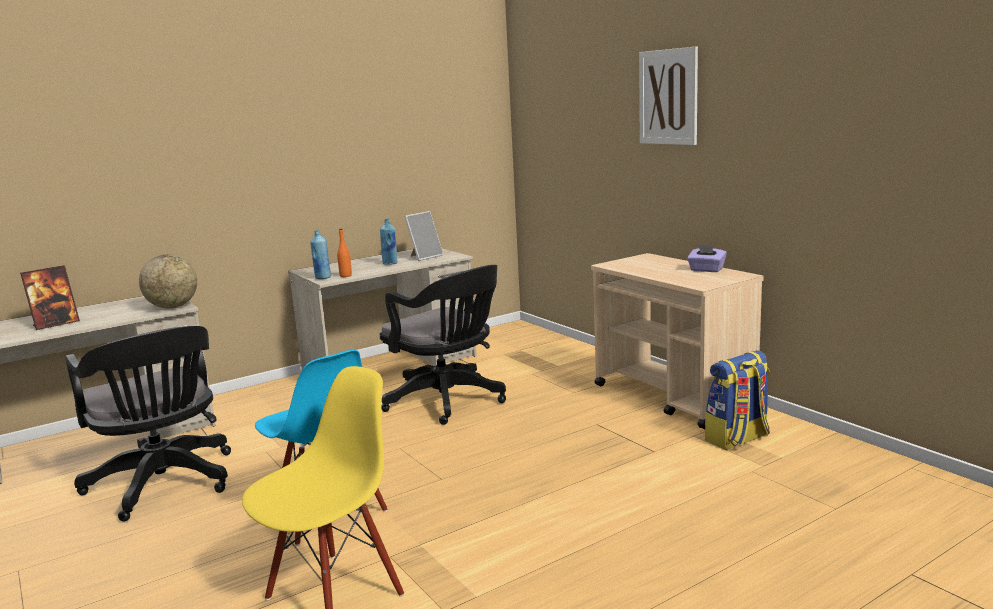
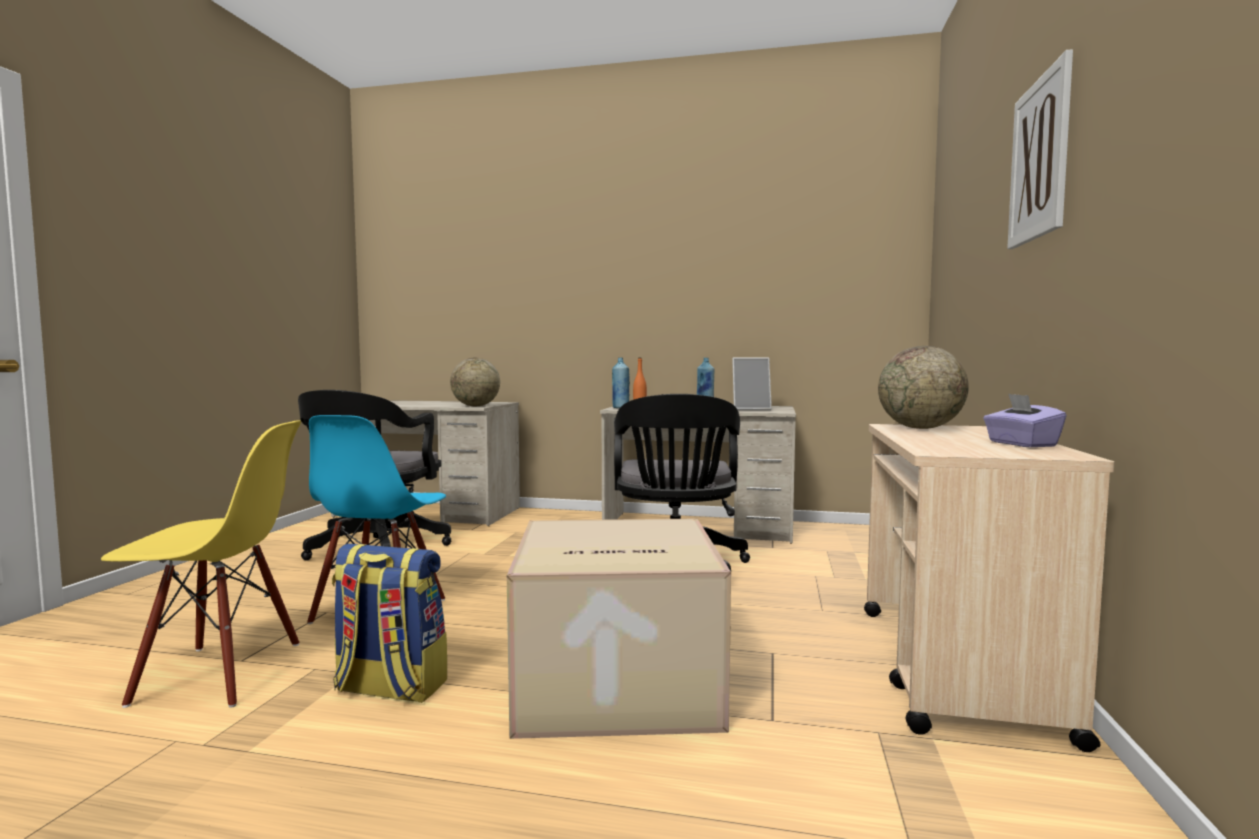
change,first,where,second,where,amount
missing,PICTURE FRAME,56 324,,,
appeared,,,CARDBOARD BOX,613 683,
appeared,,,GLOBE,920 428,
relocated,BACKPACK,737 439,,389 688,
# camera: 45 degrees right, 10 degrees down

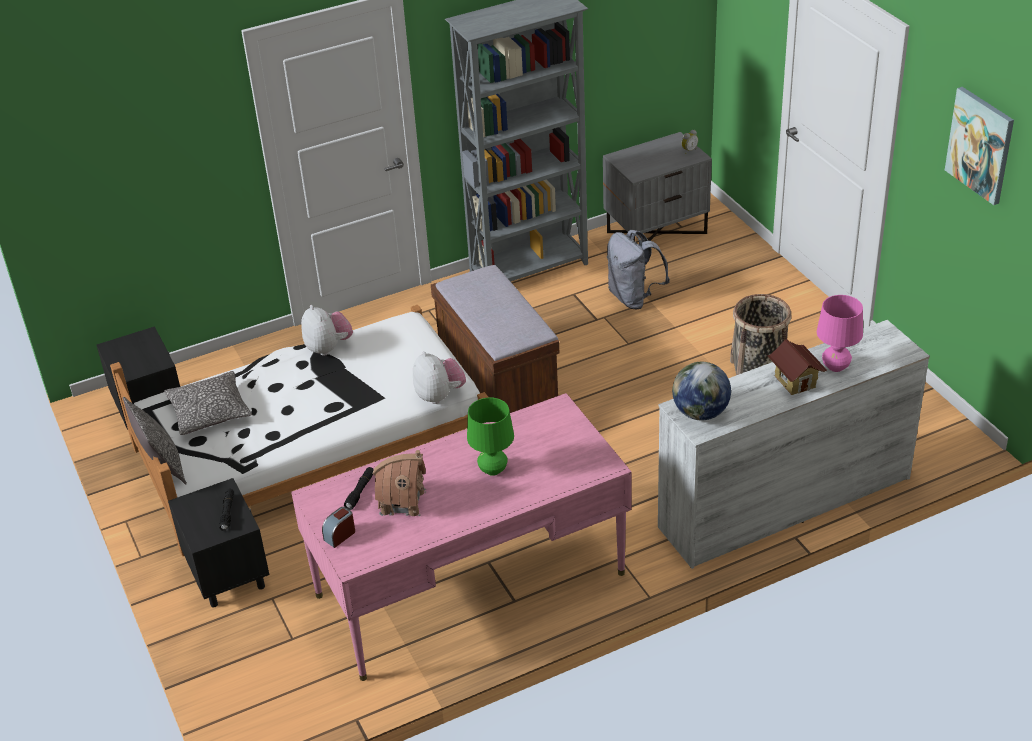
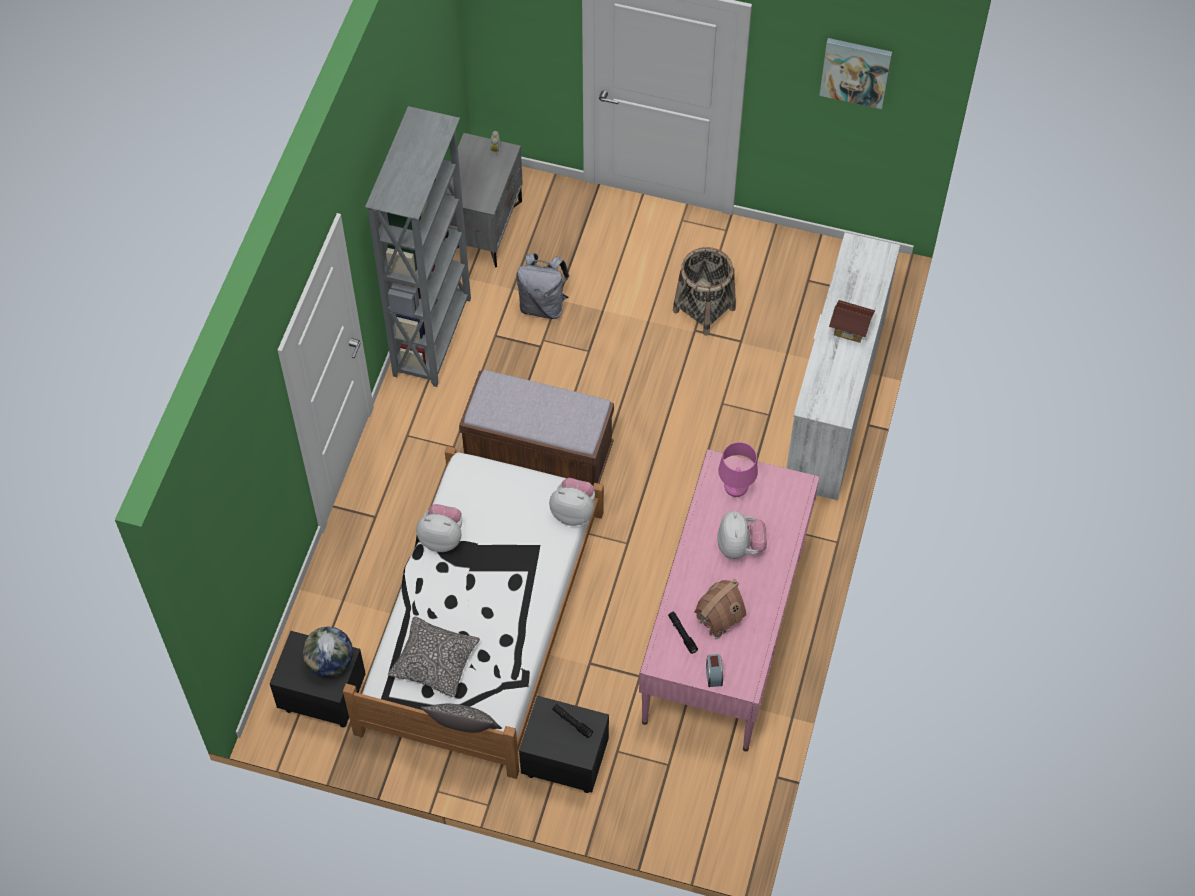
change,first,where,second,where,amount
relocated,GLOBE,700 413,,330 662,
relocated,PINK TABLE LAMP,836 367,,736 490,
exchanged,GREEN TABLE LAMP,493 470,PLUSH TOY,740 547,
# camera: 50 degrees left, 20 degrees up

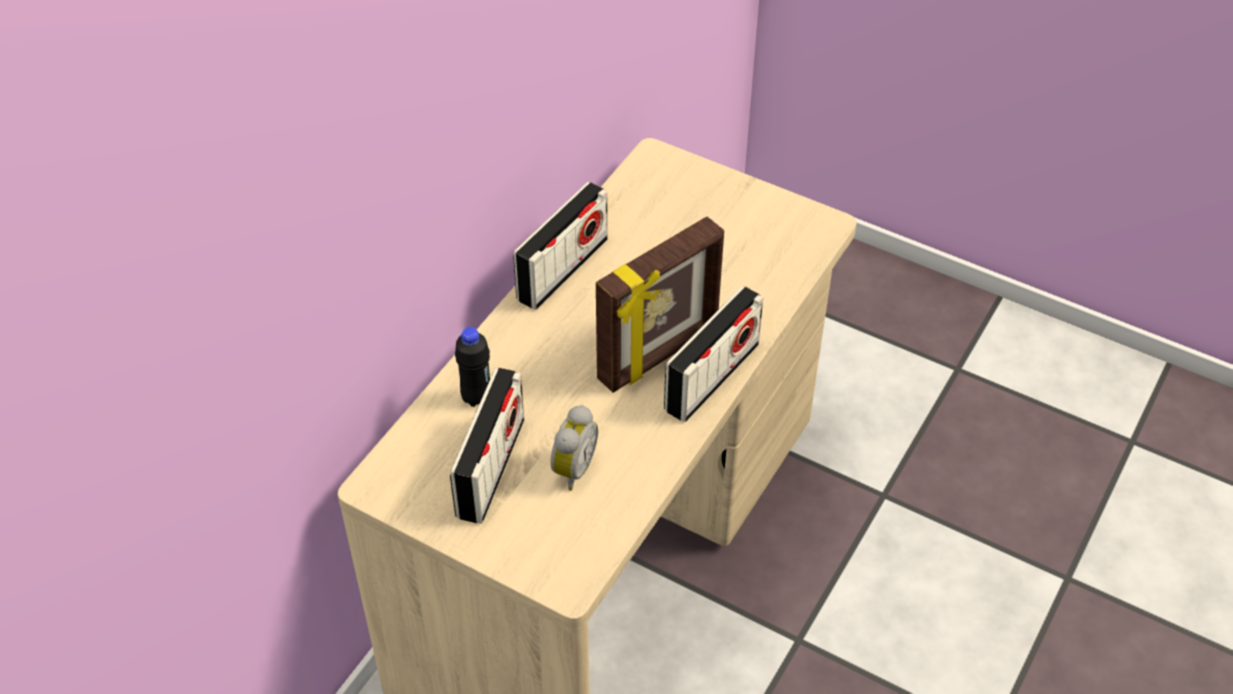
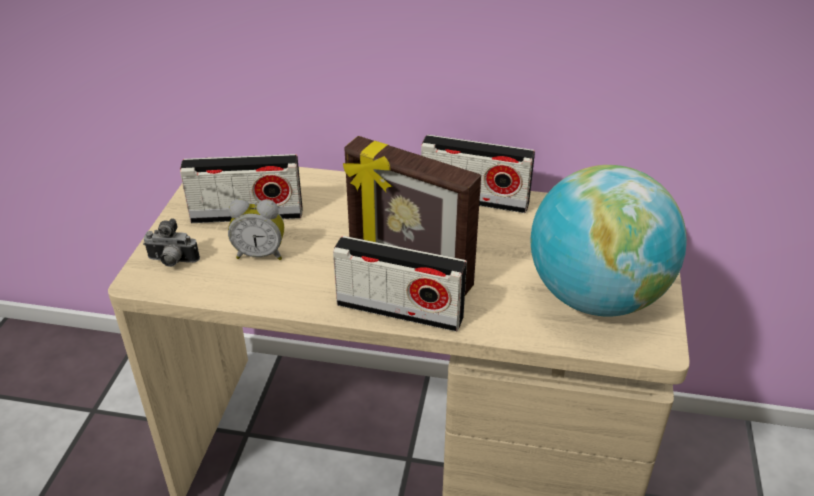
change,first,where,second,where,amount
missing,BLACK BOTTLE,477 397,,,
appeared,,,PHOTO CAMERA,172 262,
appeared,,,GLOBE,595 297,
# camera: 70 degrees right, 10 degrees down

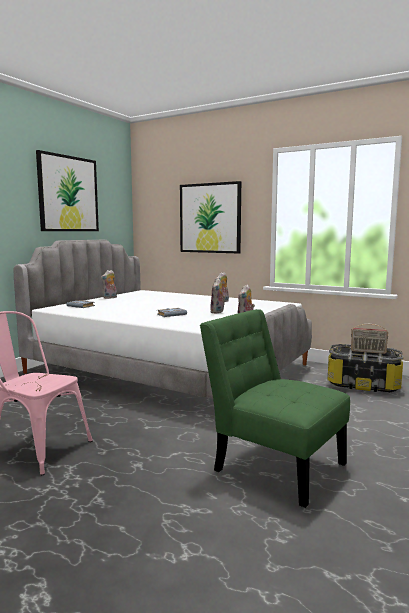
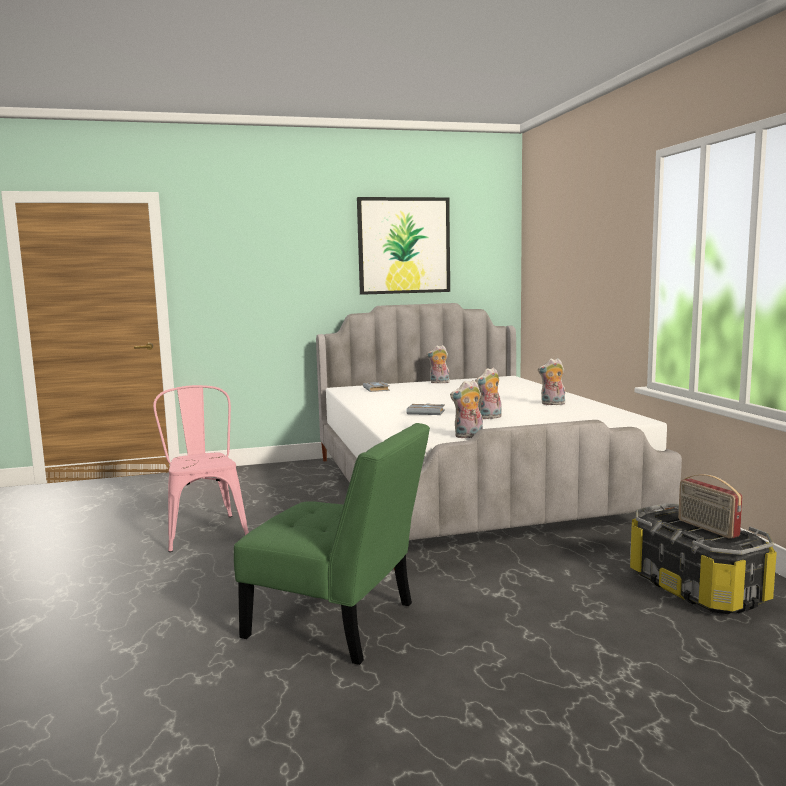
change,first,where,second,where,amount
missing,PICTURE,210 218,,,
spun,GREEN CHAIR,274 464,,338 623,120 degrees clockwise
# camera: 45 degrees right, 0 degrees up

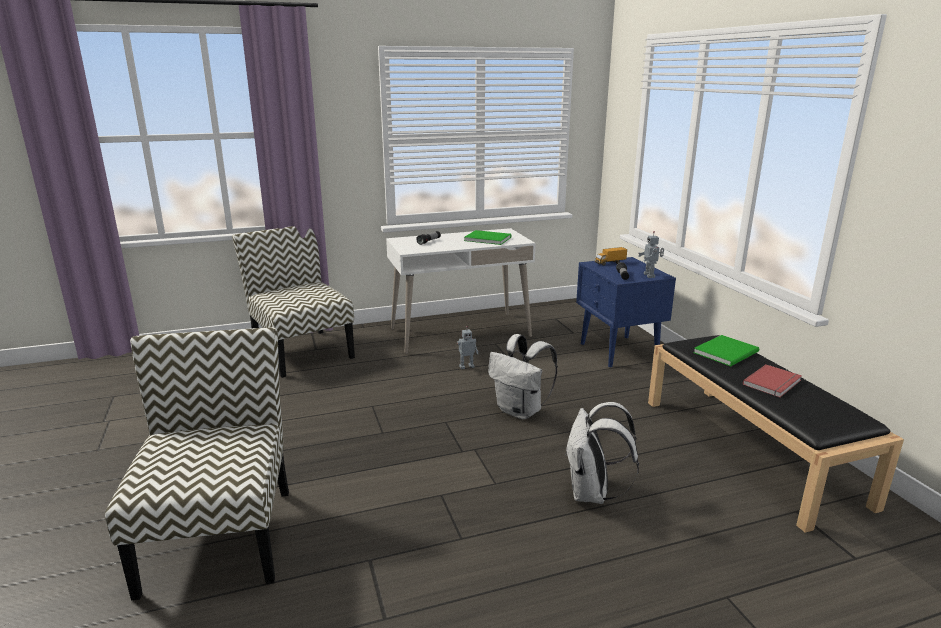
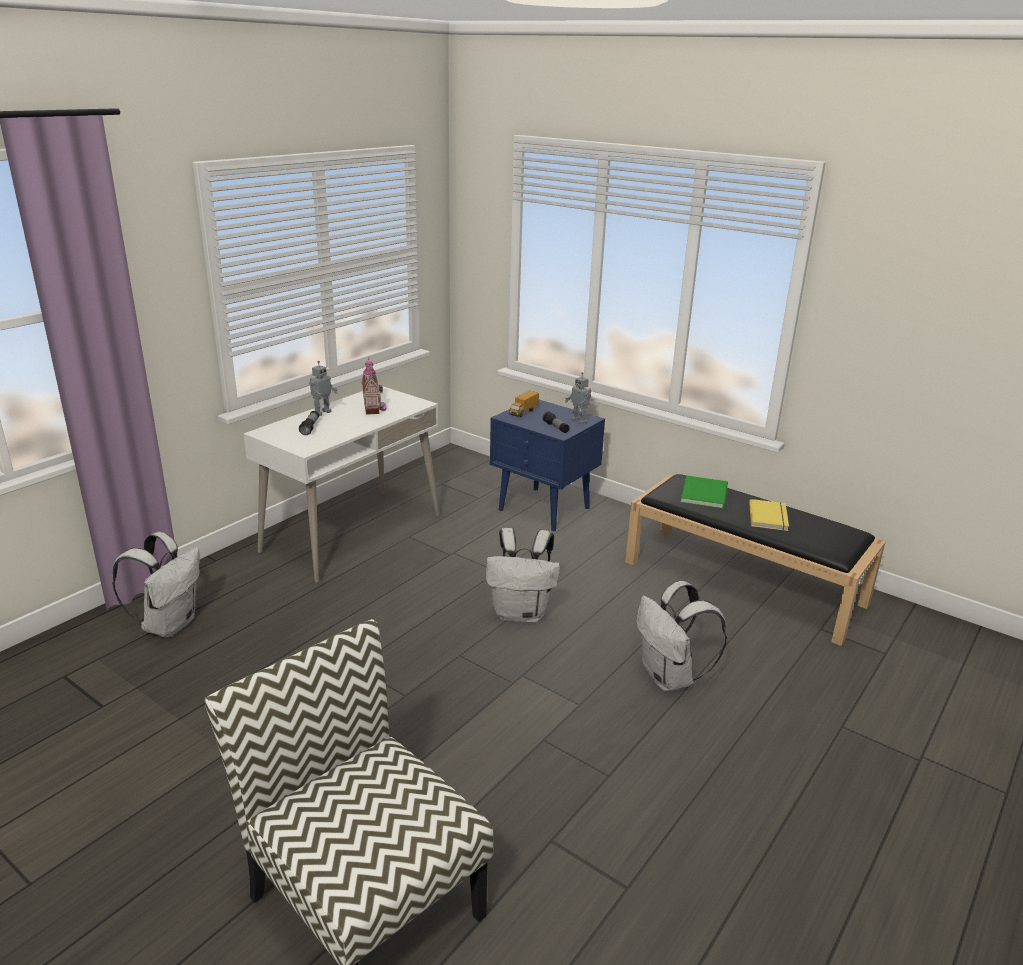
change,first,where,second,where,amount
relocated,TOY ROBOT,466 366,,321 412,
exchanged,CHAIR,301 352,WHITE BACKPACK,169 624,
exchanged,GREEN BOOK,487 238,TOY HOUSE,375 408,
colour,RED BOOK,773 383,YELLOW BOOK,769 517,
# camera: 35 degrees left, 5 degrees up

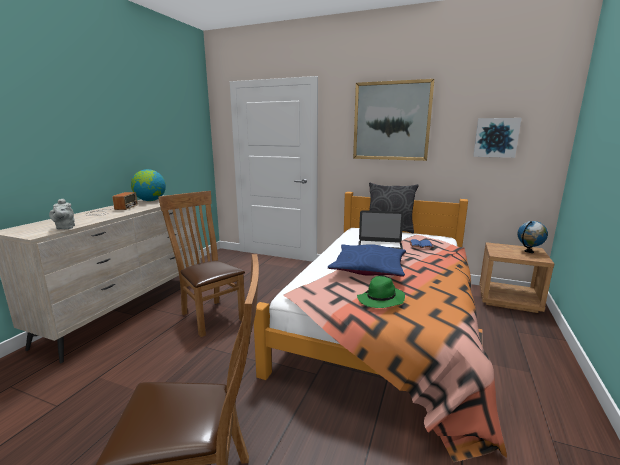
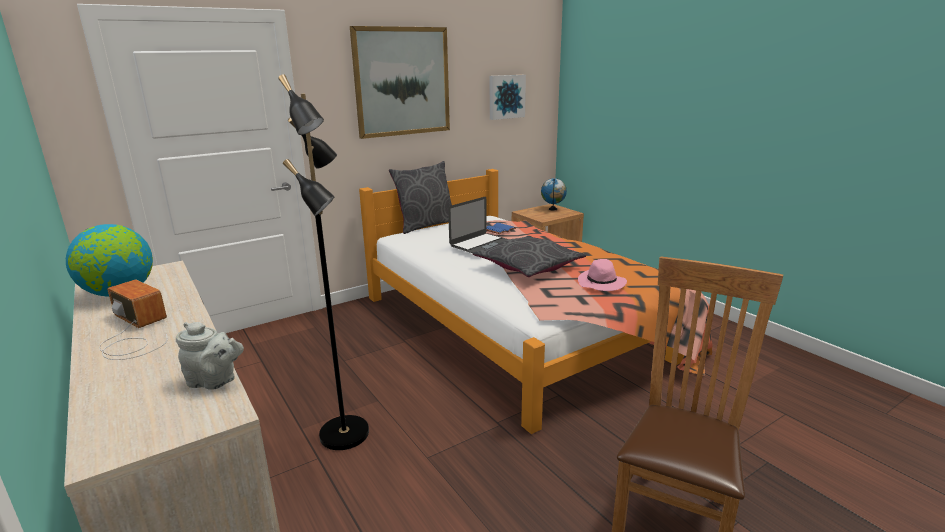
change,first,where,second,where,amount
exchanged,BROWN CHAIR,210 315,BLACK FLOOR LAMP,346 434,
colour,BLUE PILLOW,368 268,GREY PILLOW,528 266,
colour,GREEN HAT,380 300,PINK HAT,602 284,
# camera: 55 degrees left, 5 degrees up

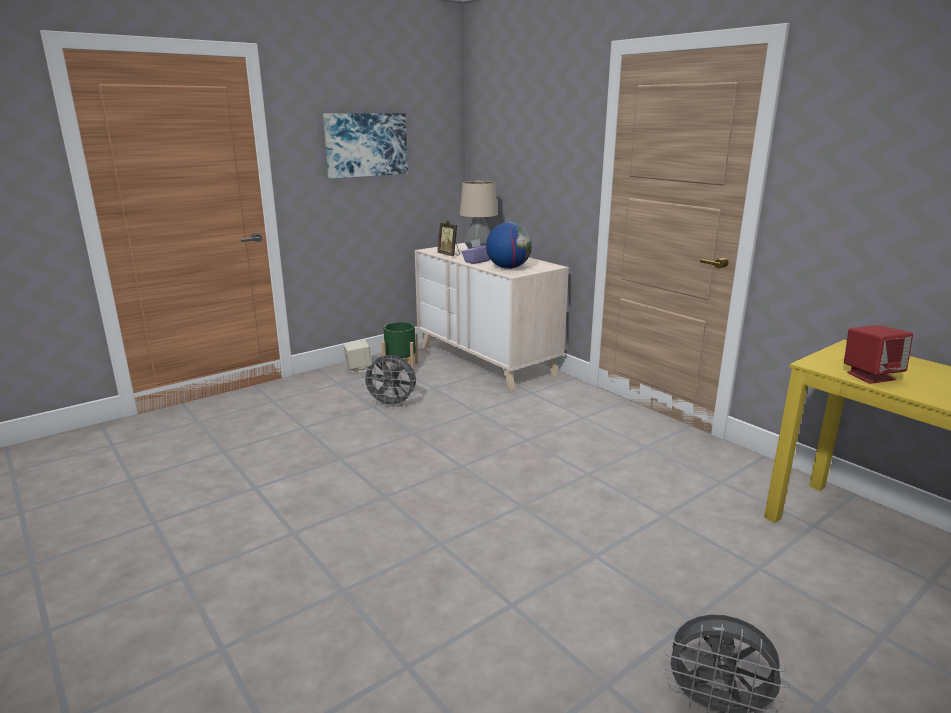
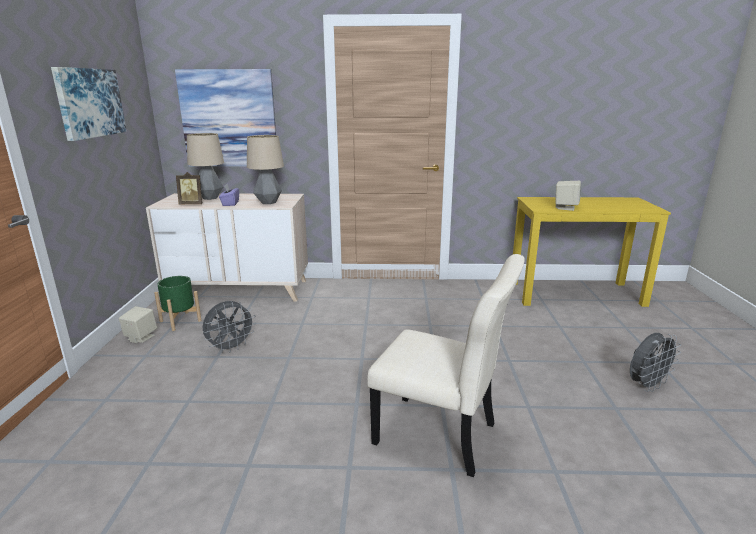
change,first,where,second,where,amount
appeared,,,PICTURE,229 119,
appeared,,,BEIGE CHAIR,440 435,
exchanged,GLOBE,508 268,TABLE LAMP,268 202,
colour,RED SPEAKER,870 376,BEIGE SPEAKER,565 208,
# camera: 50 degrees left, 0 degrees up

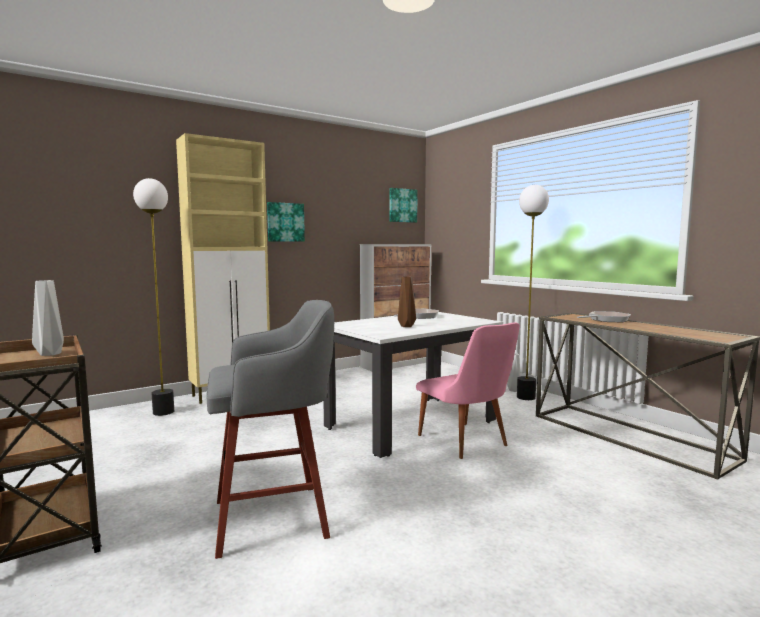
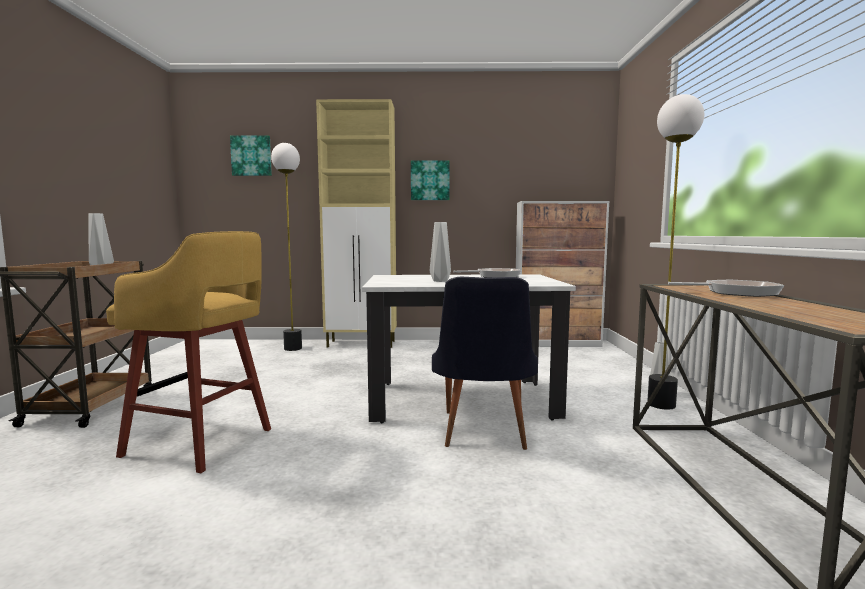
change,first,where,second,where,amount
relocated,PICTURE,402 205,,251 156,
colour,GREY STOOL,275 518,YELLOW STOOL,202 443,
colour,BROWN VASE,406 326,GREY VASE,439 281,
colour,PINK CHAIR,467 443,BLACK CHAIR,483 434,
# camera: 35 degrees right, 0 degrees up

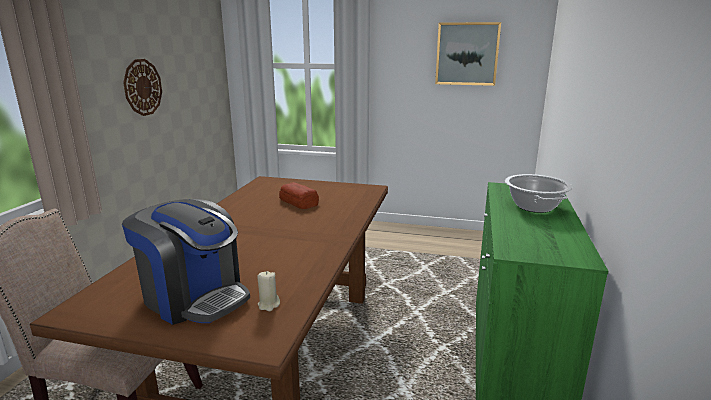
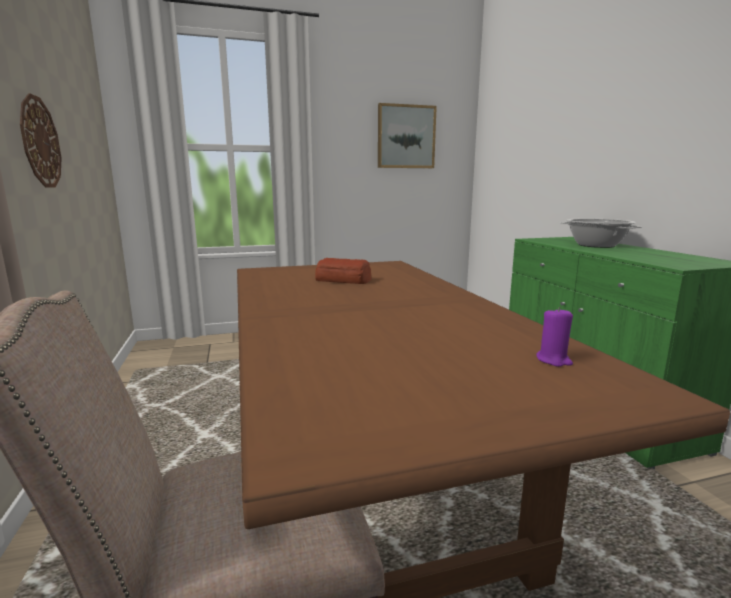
change,first,where,second,where,amount
missing,COFFEE MACHINE,194 297,,,
colour,BEIGE CANDLE,268 305,PURPLE CANDLE,553 360,
# camera: 30 degrees left, 5 degrees down

